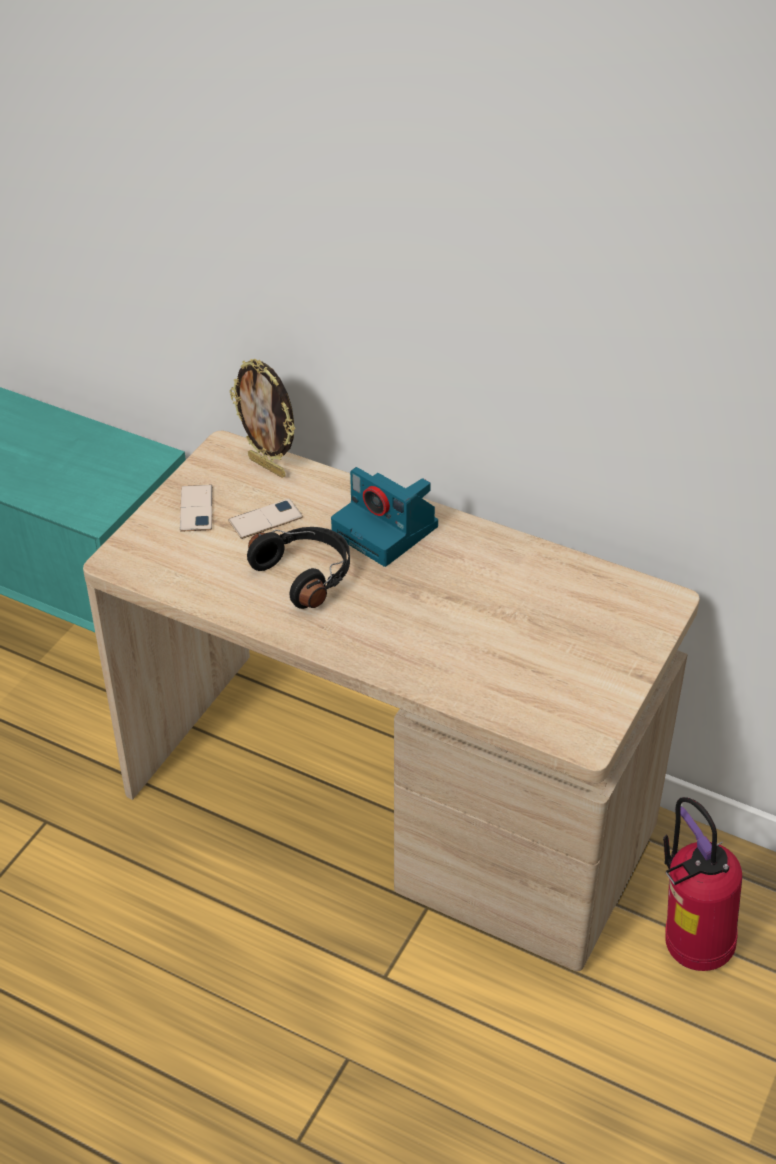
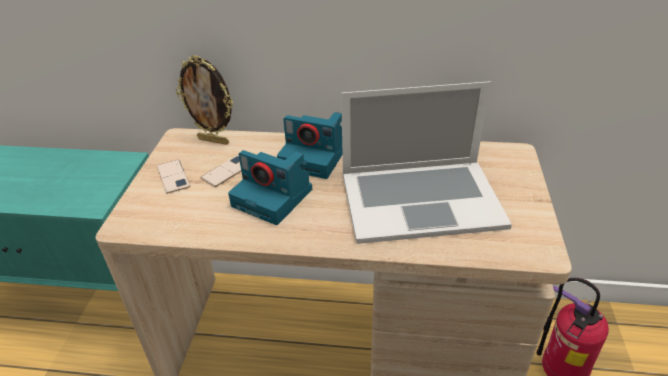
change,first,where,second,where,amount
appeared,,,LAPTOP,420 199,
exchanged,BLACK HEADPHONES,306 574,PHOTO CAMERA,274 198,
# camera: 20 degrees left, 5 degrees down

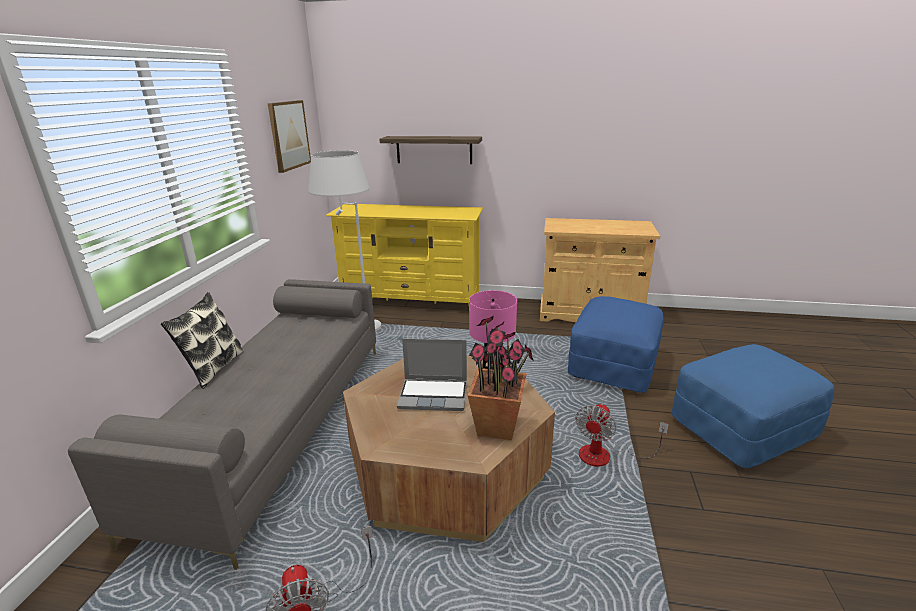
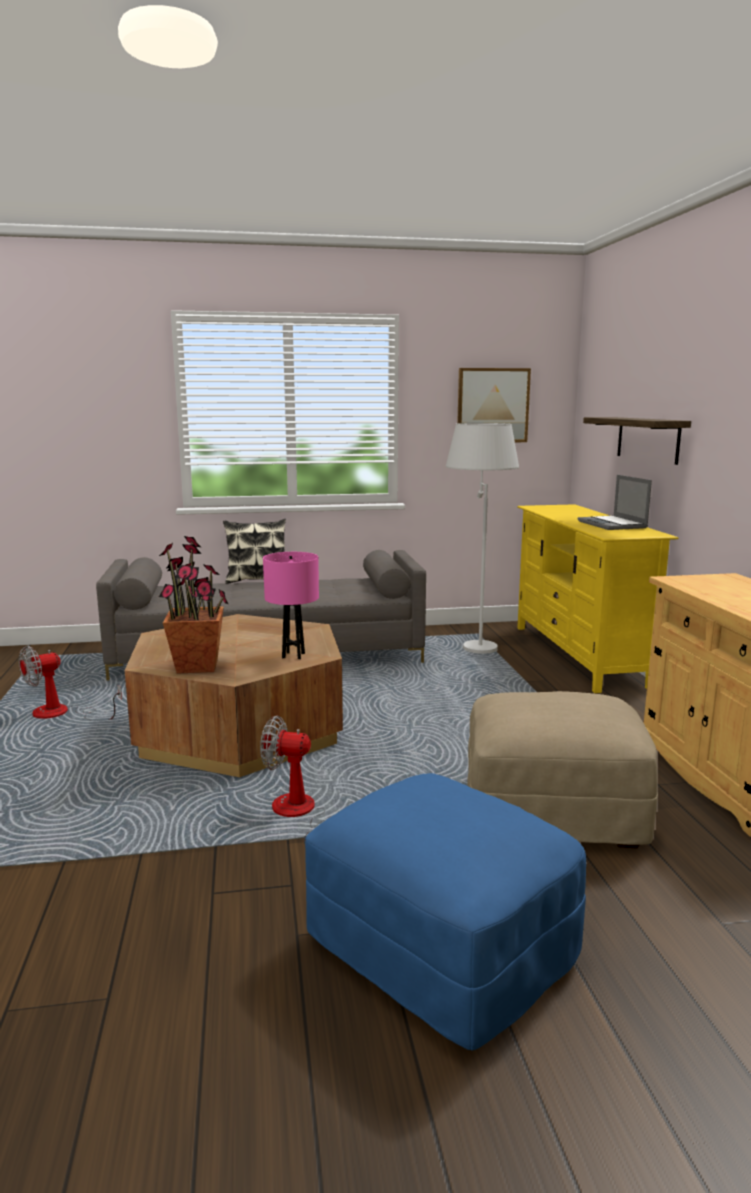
change,first,where,second,where,amount
relocated,LAPTOP,434 395,,613 525,
colour,BLUE OTTOMAN,612 365,BEIGE OTTOMAN,553 811,
# camera: 70 degrees right, 10 degrees down

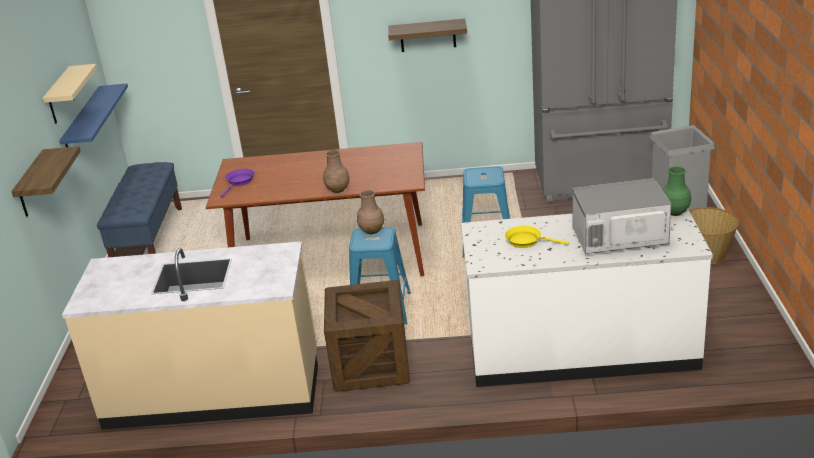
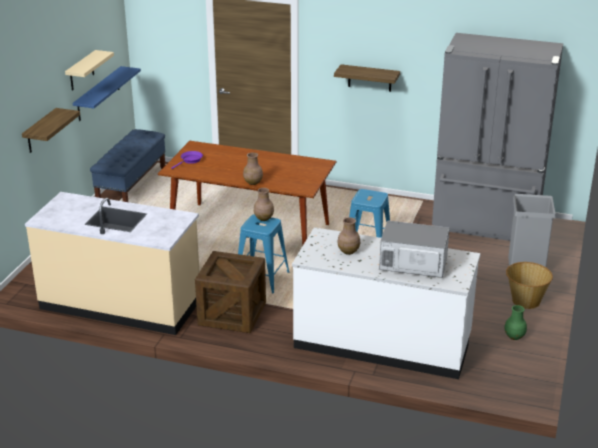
change,first,where,second,where,amount
relocated,GREEN VASE,674 212,,514 336,
exchanged,YELLOW FRYING PAN,527 241,BROWN VASE,348 251,
# camera: 15 degrees right, 0 degrees up

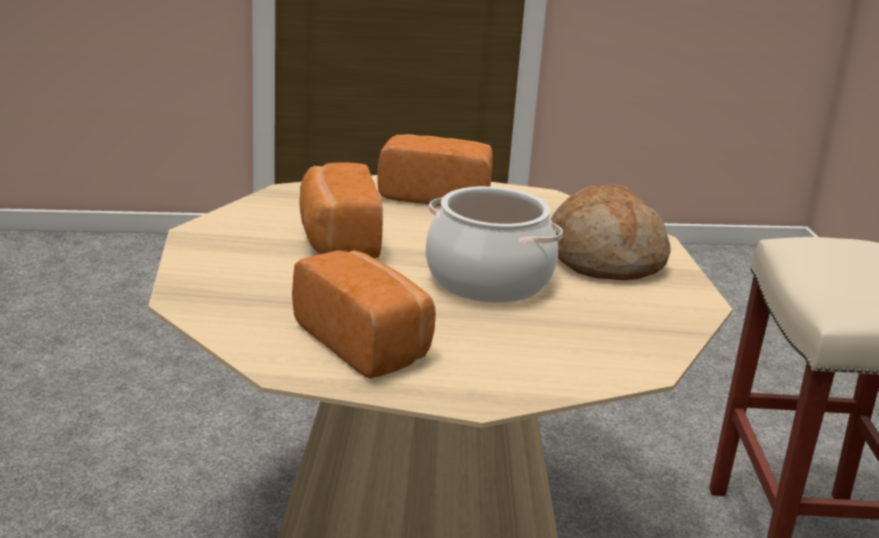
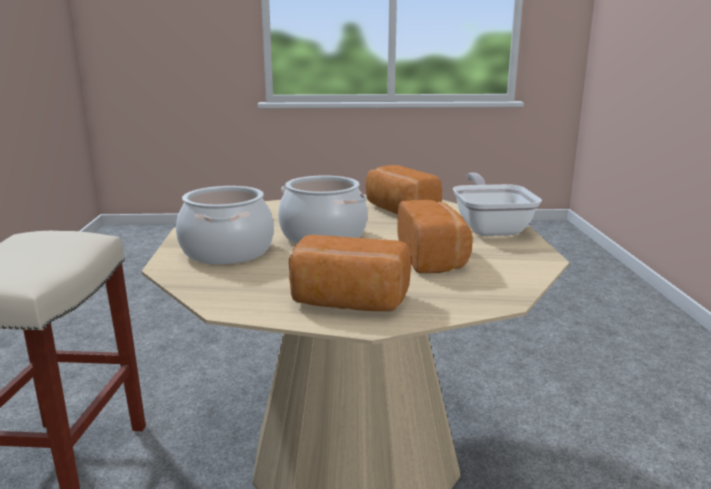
change,first,where,second,where,amount
appeared,,,FRYING PAN,490 227,
exchanged,BREAD,604 258,COOKING POT,227 251,
# camera: 175 degrees left, 5 degrees down

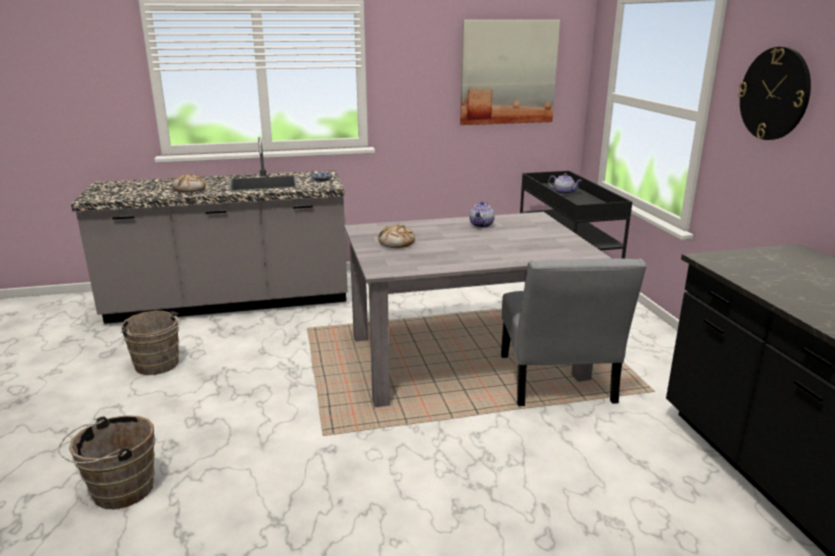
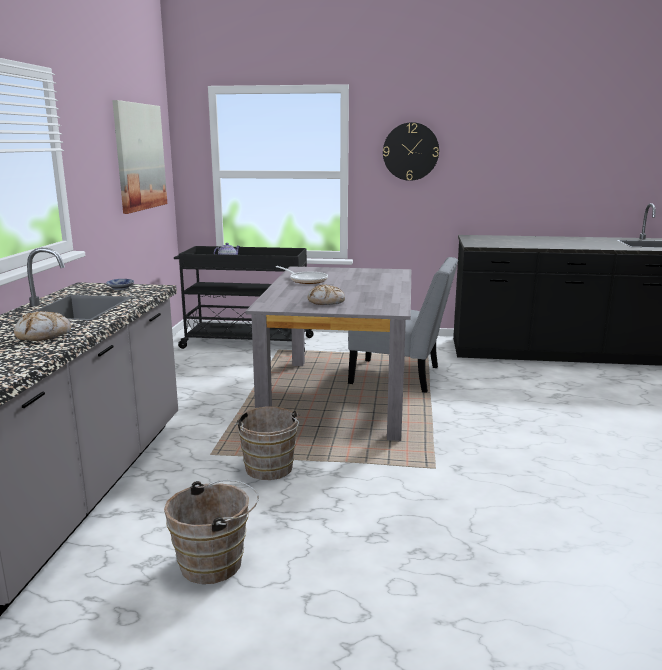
change,first,where,second,where,amount
relocated,BROWN BUCKET,118 491,,269 470,
exchanged,TEAPOT,482 225,FRYING PAN,306 280,
# camera: 70 degrees left, 5 degrees down

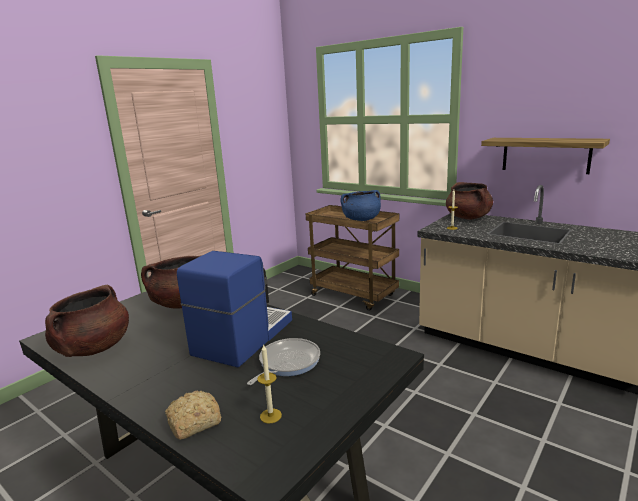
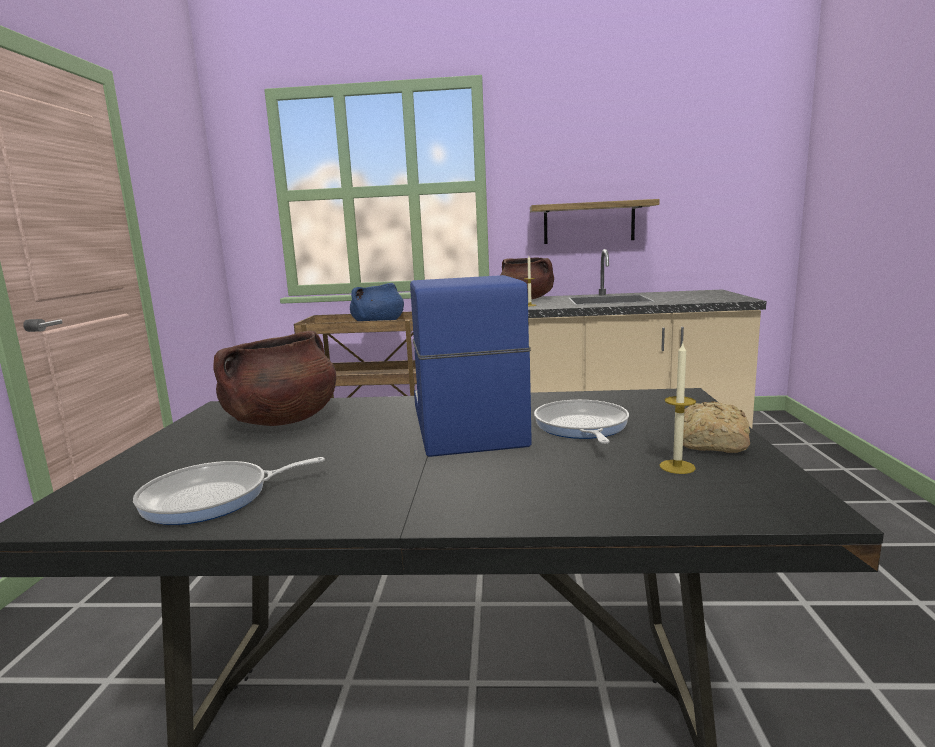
change,first,where,second,where,amount
relocated,BREAD,192 423,,712 443,
exchanged,BROWN COOKING POT,93 348,FRYING PAN,213 498,
# camera: 35 degrees left, 5 degrees down

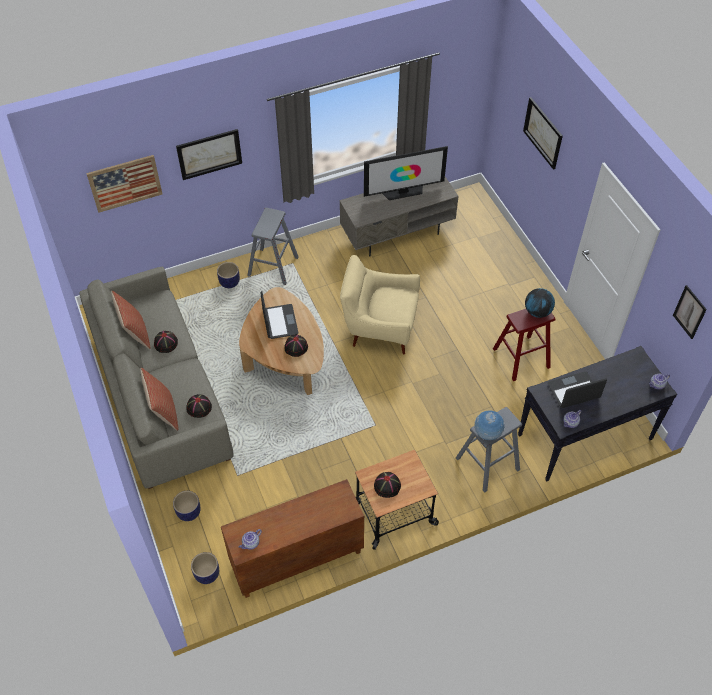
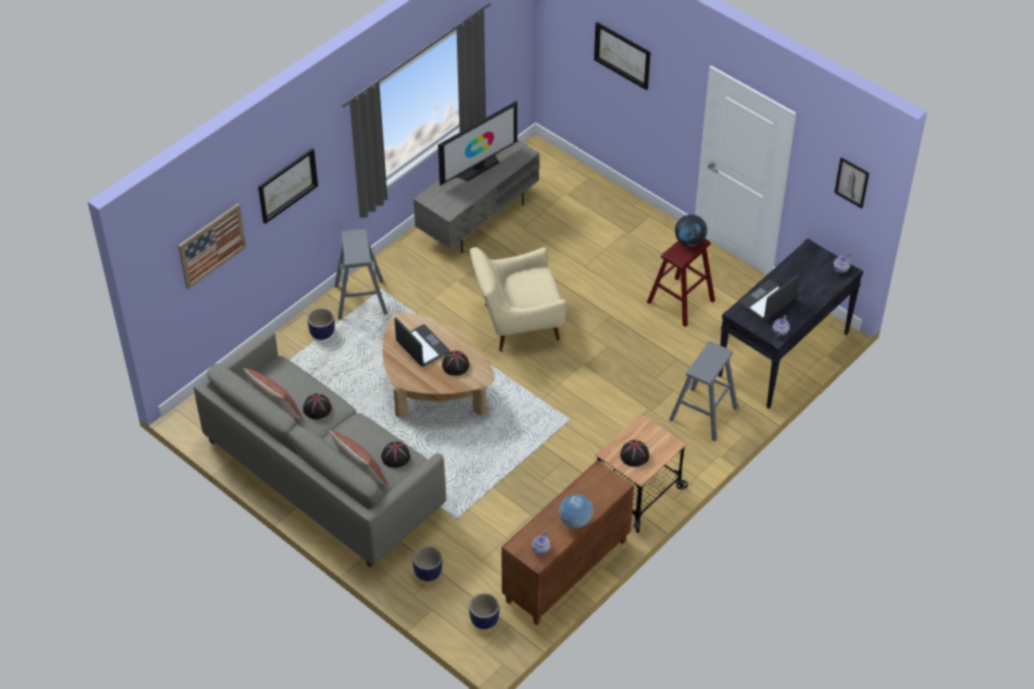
change,first,where,second,where,amount
relocated,GLOBE,487 434,,575 522,
# camera: 25 degrees left, 5 degrees down

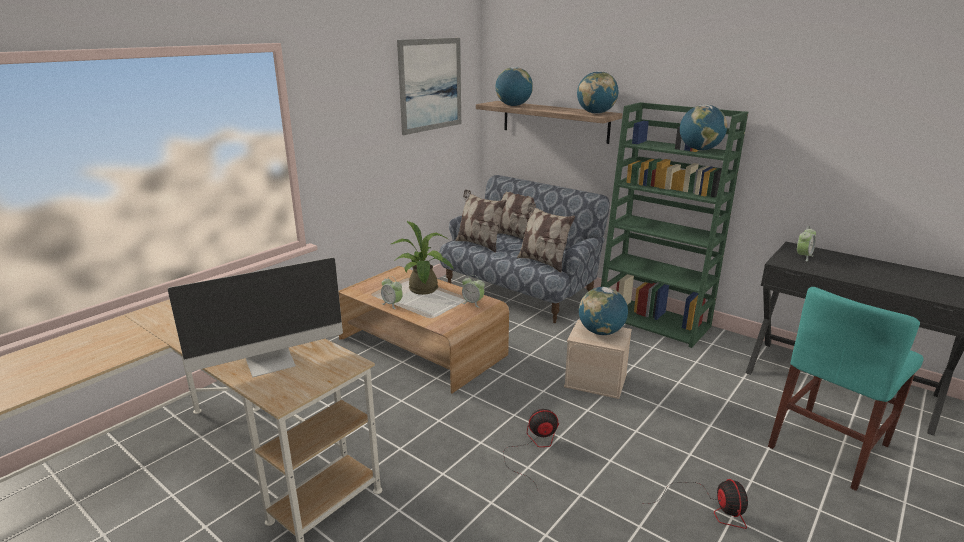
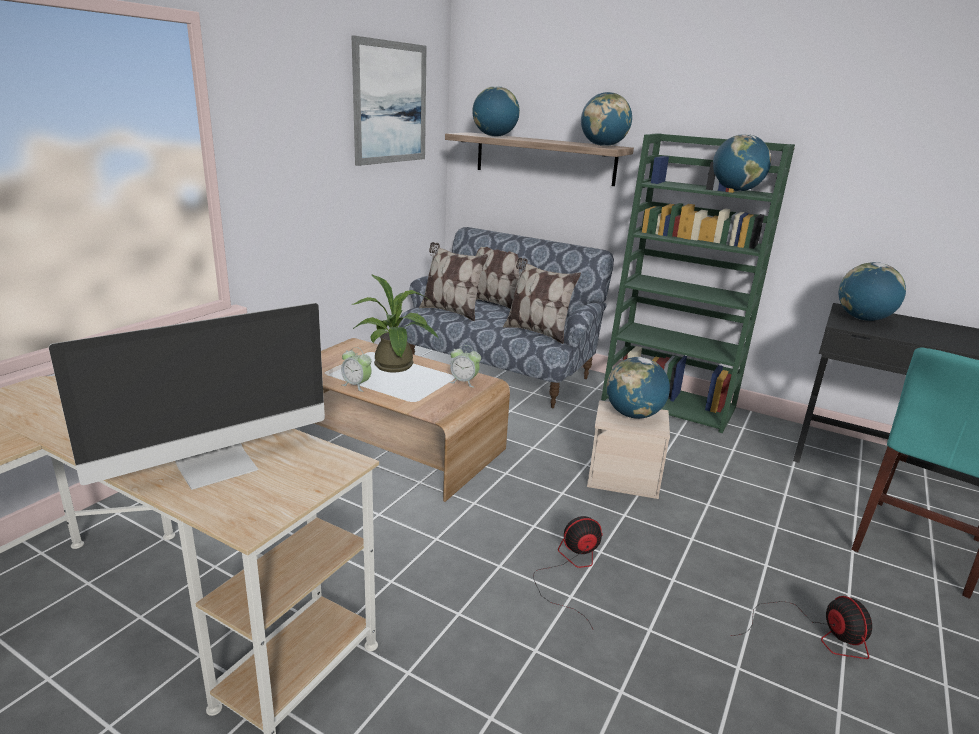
change,first,where,second,where,amount
exchanged,ALARM CLOCK,803 257,GLOBE,863 319,
# camera: 10 degrees left, 0 degrees up

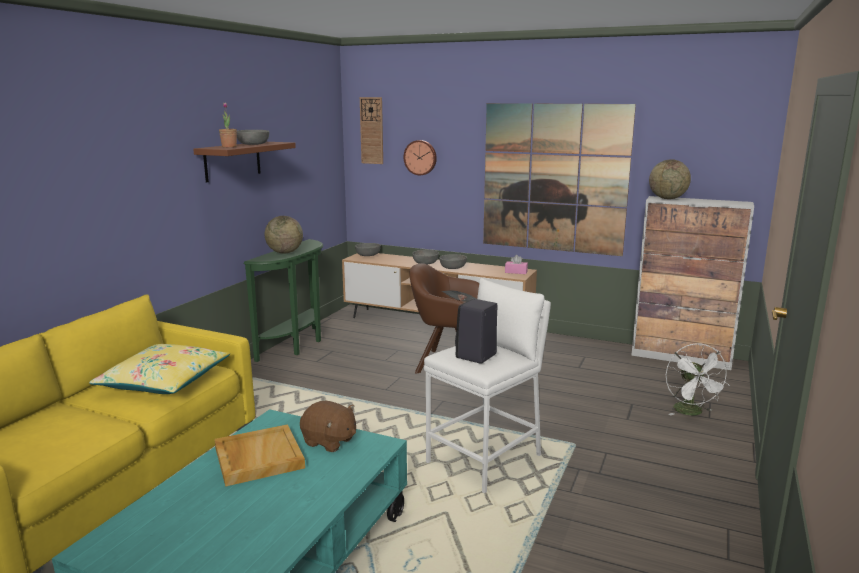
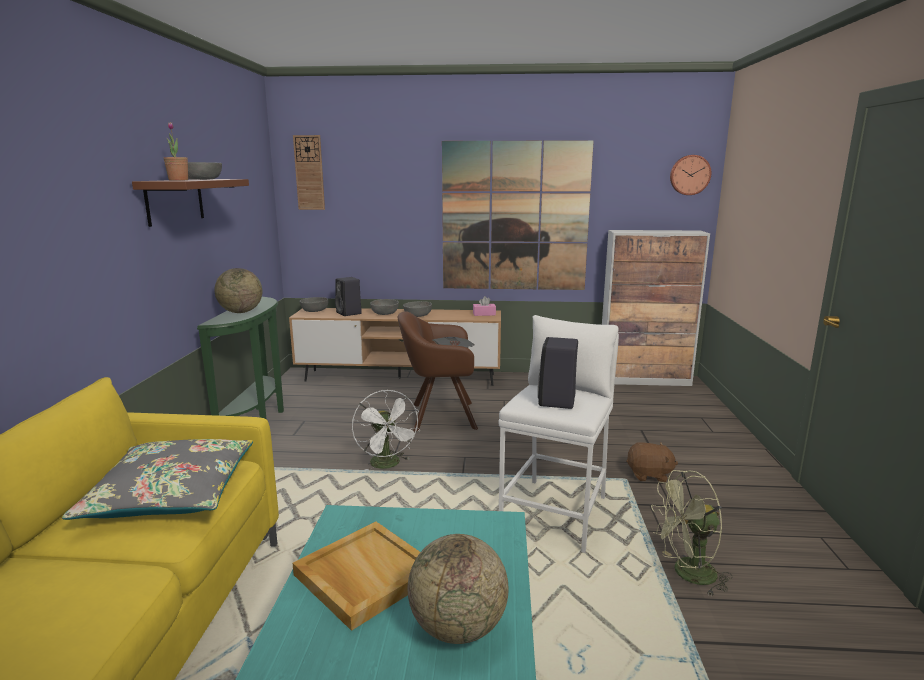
change,first,where,second,where,amount
appeared,,,BLACK SPEAKER,349 313,
appeared,,,GREEN FAN,687 574,
relocated,BROWN PLUSH TOY,329 441,,649 475,
relocated,WALL CLOCK,420 157,,689 175,
relocated,GLOBE,667 198,,458 628,
relocated,WHITE FAN,692 413,,388 465,
colour,YELLOW PILLOW,164 381,GREY PILLOW,171 494,
# camera: 20 degrees left, 0 degrees up

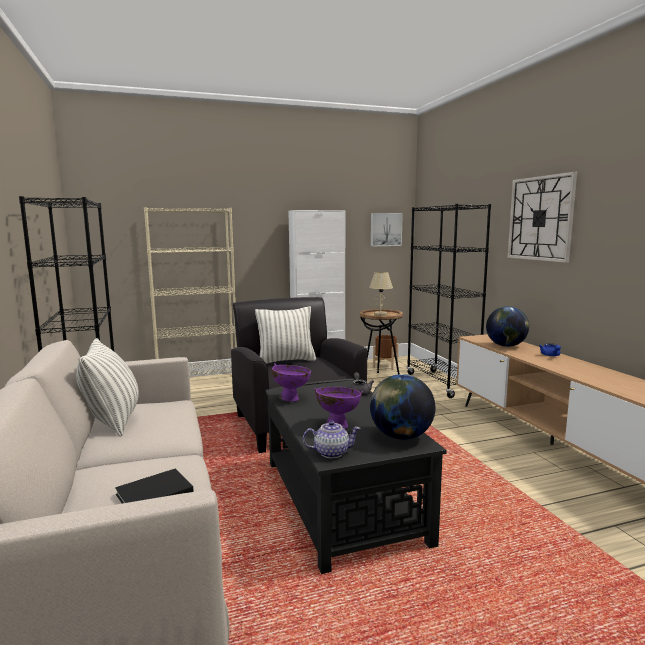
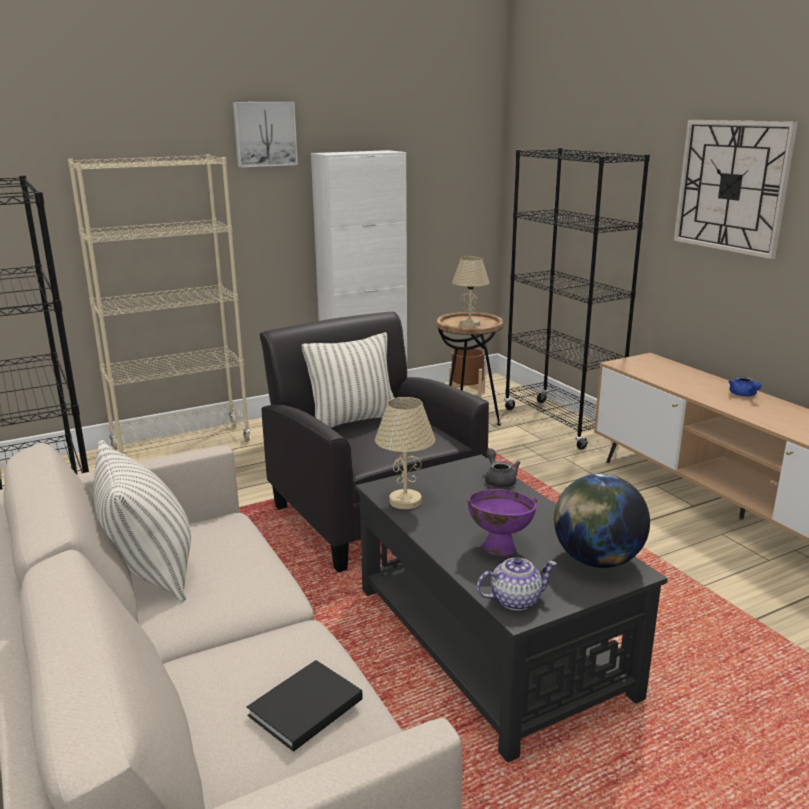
change,first,where,second,where,amount
missing,GLOBE,506 346,,,
relocated,PICTURE,385 229,,264 134,
exchanged,PURPLE BOWL,291 399,BEIGE TABLE LAMP,404 501,
# camera: 10 degrees left, 10 degrees up

